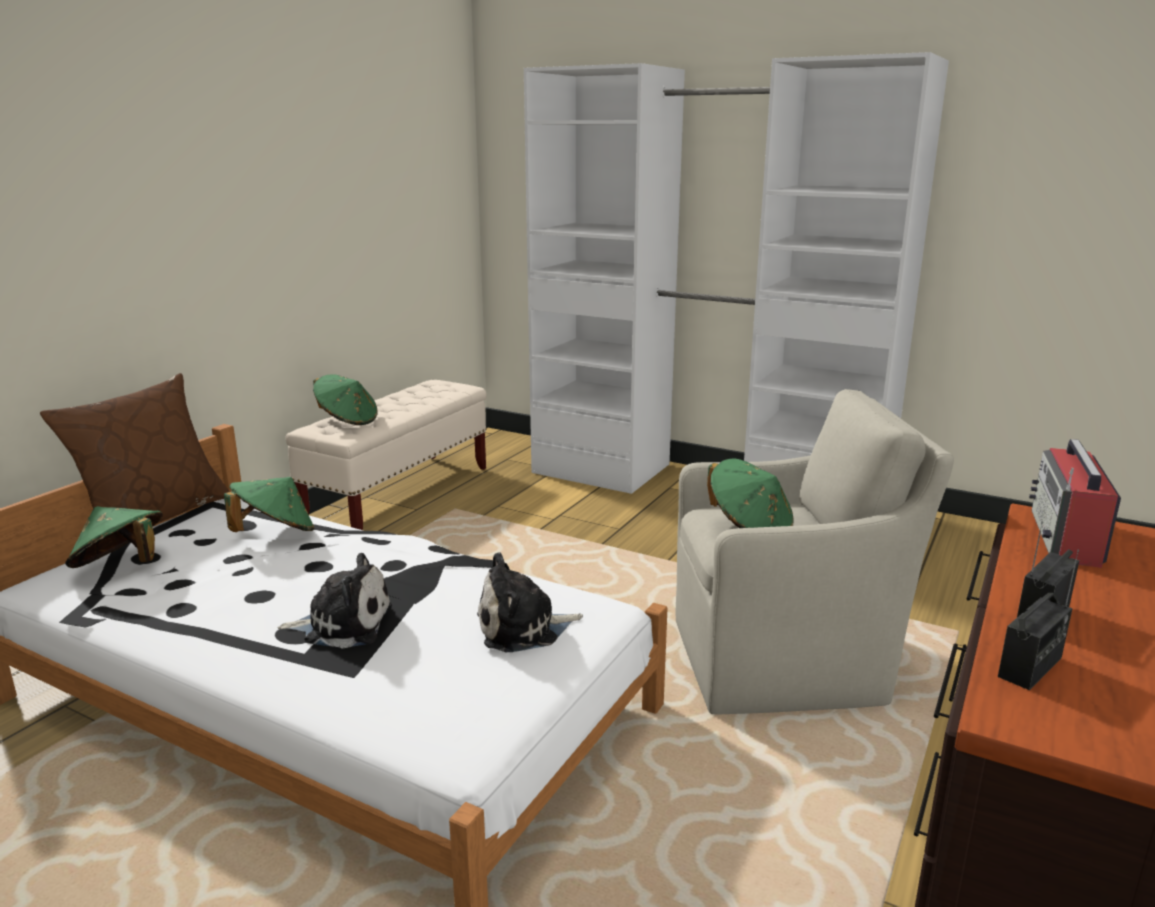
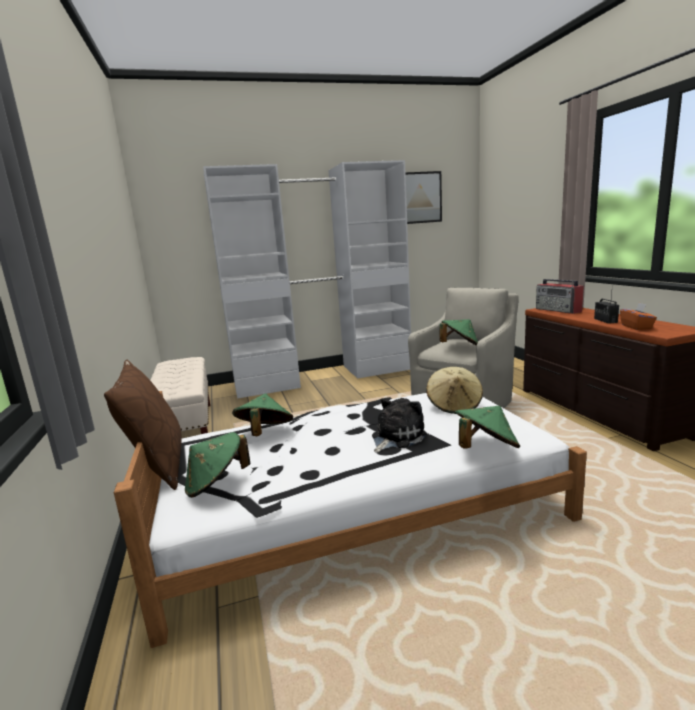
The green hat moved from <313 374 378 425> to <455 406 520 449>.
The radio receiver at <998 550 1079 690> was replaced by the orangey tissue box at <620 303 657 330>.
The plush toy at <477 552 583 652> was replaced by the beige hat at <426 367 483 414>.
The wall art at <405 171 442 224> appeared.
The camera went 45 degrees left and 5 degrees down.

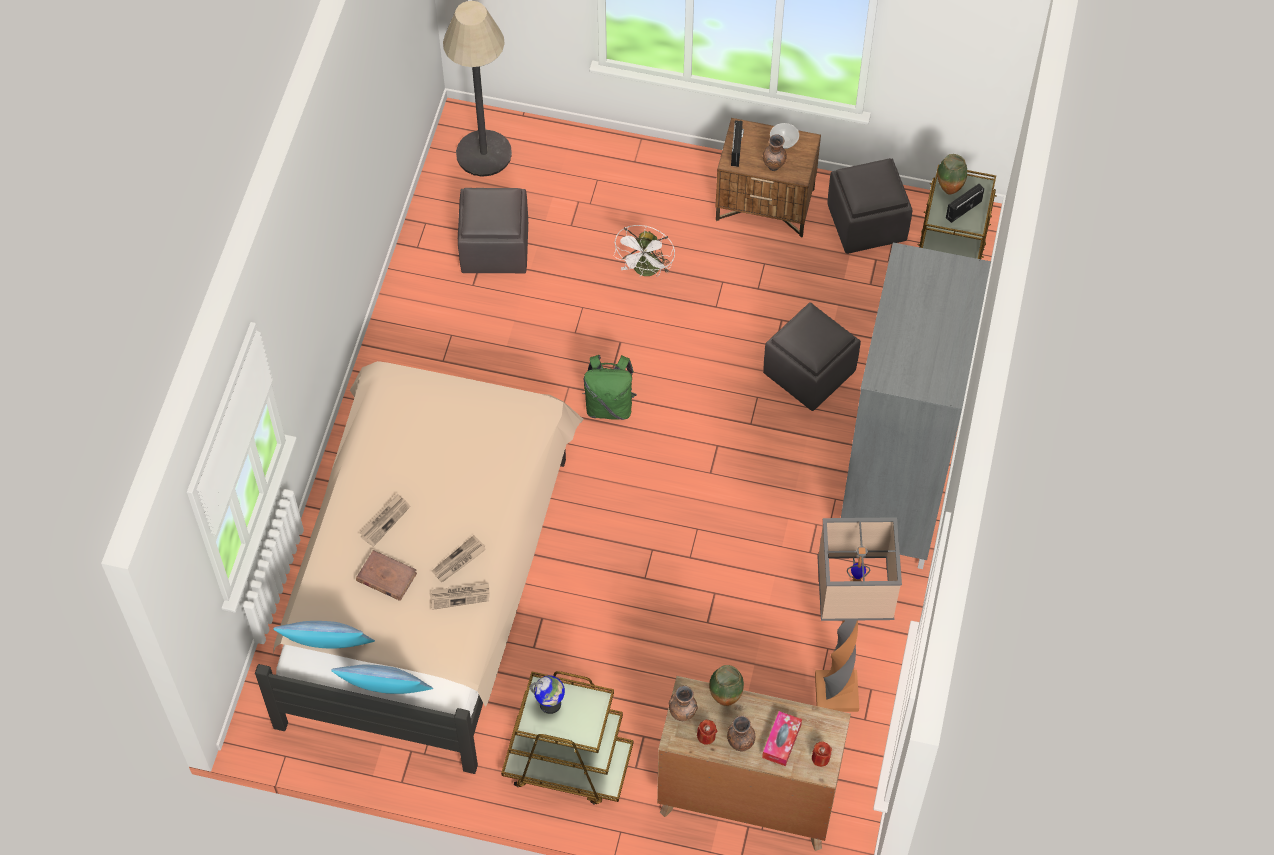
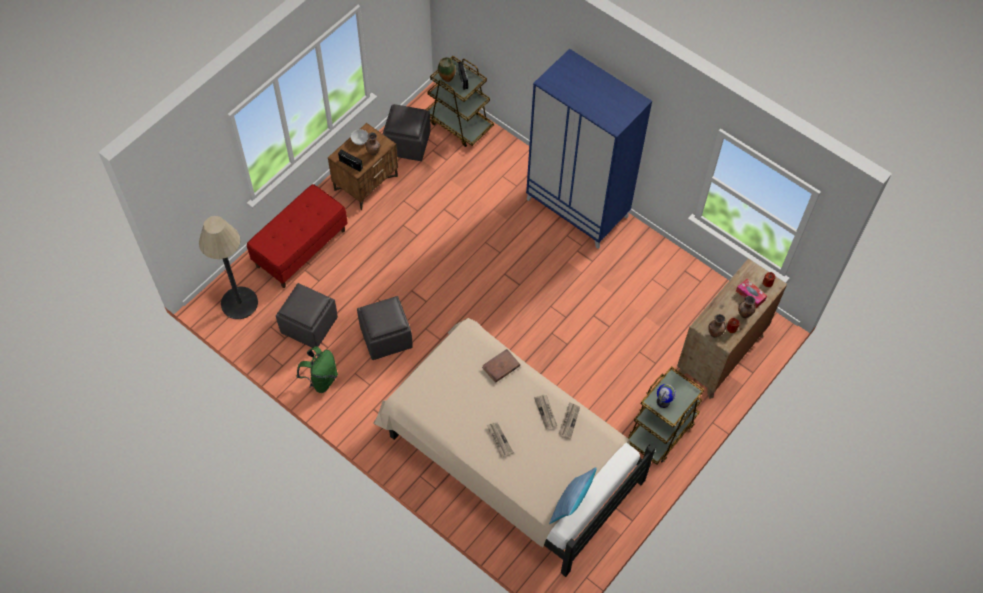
The whitish electric fan at <614 225 675 277> disappeared.
The greyish clothes cupboard at <841 242 991 569> became the blue clothes cupboard at <526 49 652 249>.
The greyish ottoman moved from <763 302 861 411> to <357 296 412 360>.
The green knapsack moved from <582 355 637 420> to <296 346 338 393>.
The standing lamp at <815 517 902 712> disappeared.
The brown-coloured bound book moved from <356 550 417 601> to <482 349 520 383>.
The throw pillow at <331 665 433 694> disappeared.
The flower vase at <709 665 744 706> disappeared.
The red long seat at <247 184 348 288> appeared.
The camera went 65 degrees left and 0 degrees up.

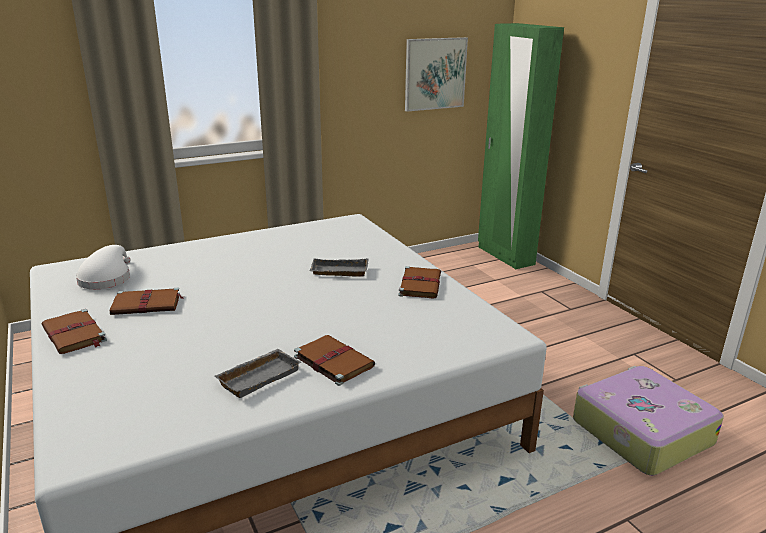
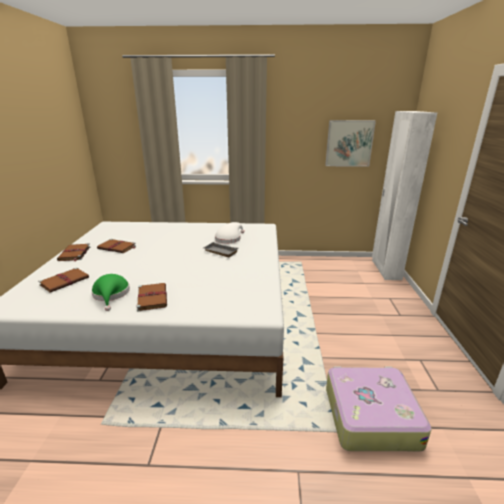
The green clothes cupboard at <478 23 564 269> became the whitish clothes cupboard at <372 111 437 280>.
The whitish hat moved from <76 245 130 289> to <215 222 244 244>.
The brown-coloured bound book moved from <398 266 441 299> to <38 267 89 293>.
The greyish serving tray at <215 349 301 398> was replaced by the green hat at <91 274 130 311>.
The camera went 30 degrees right and 0 degrees up.

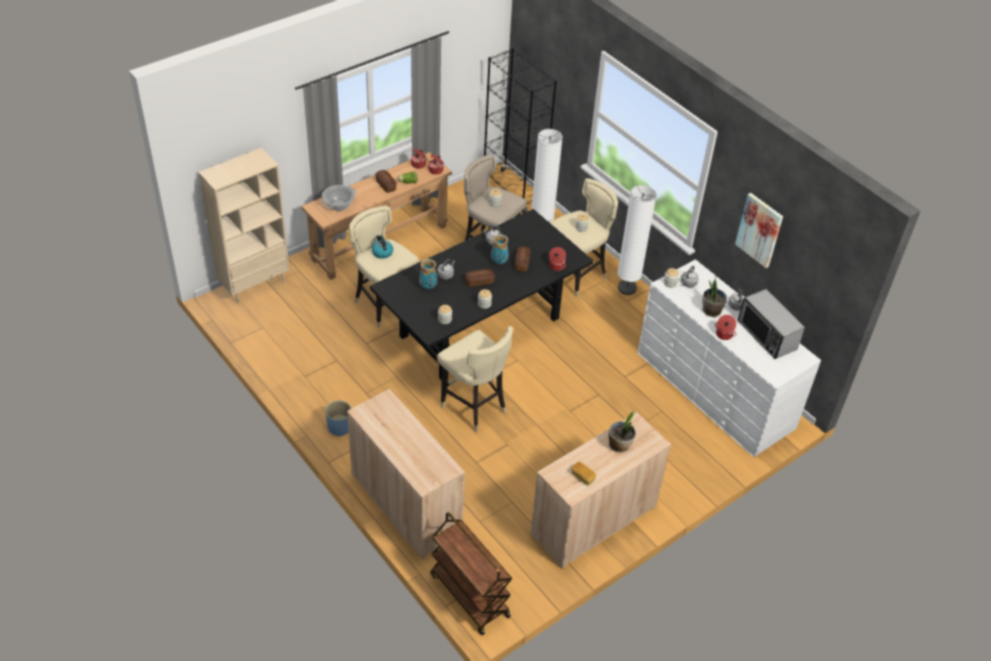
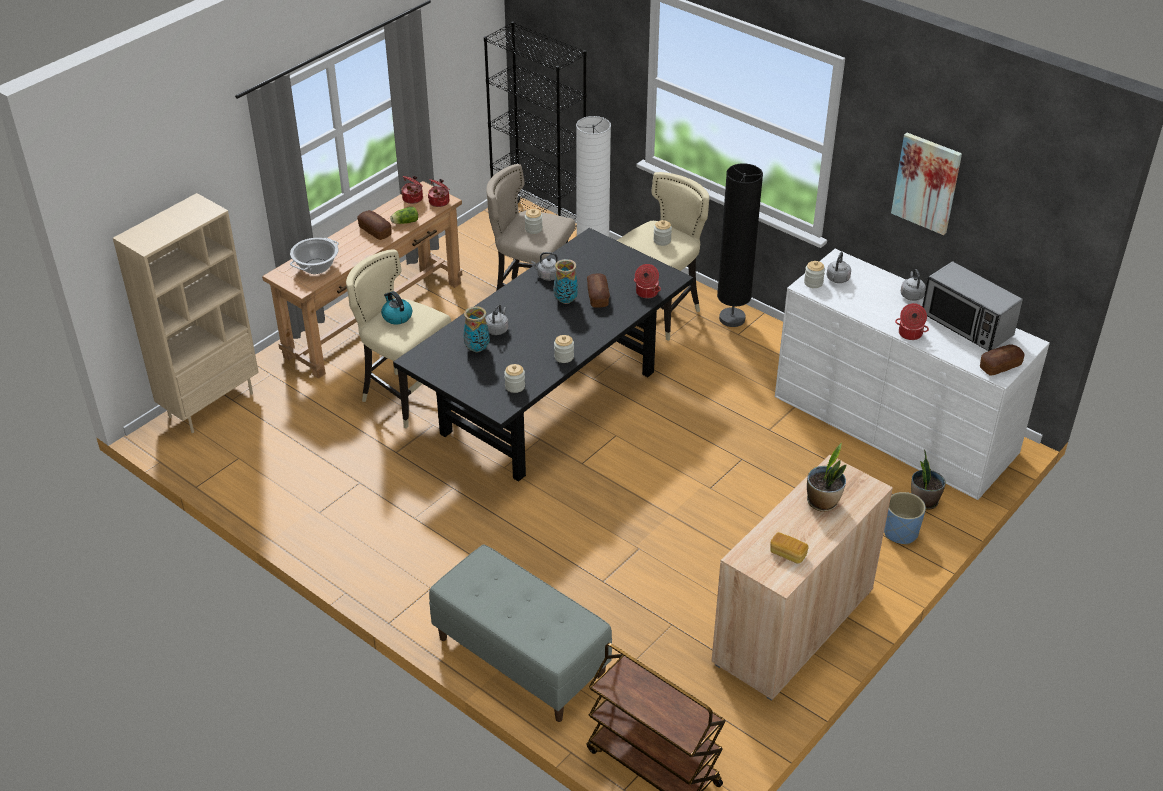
The whitish standing lamp at <617 185 657 295> became the black-coloured standing lamp at <717 163 763 327>.
The bread moved from <465 269 495 287> to <980 345 1024 376>.
The houseplant moved from <703 278 727 317> to <911 449 946 510>.
The beige stool at <437 326 513 432> disappeared.
The beige cabinet at <347 389 465 559> was replaced by the greyish long seat at <429 545 612 722>.
The blue planter moved from <325 400 352 437> to <884 492 926 544>.
The camera went 10 degrees left and 5 degrees down.

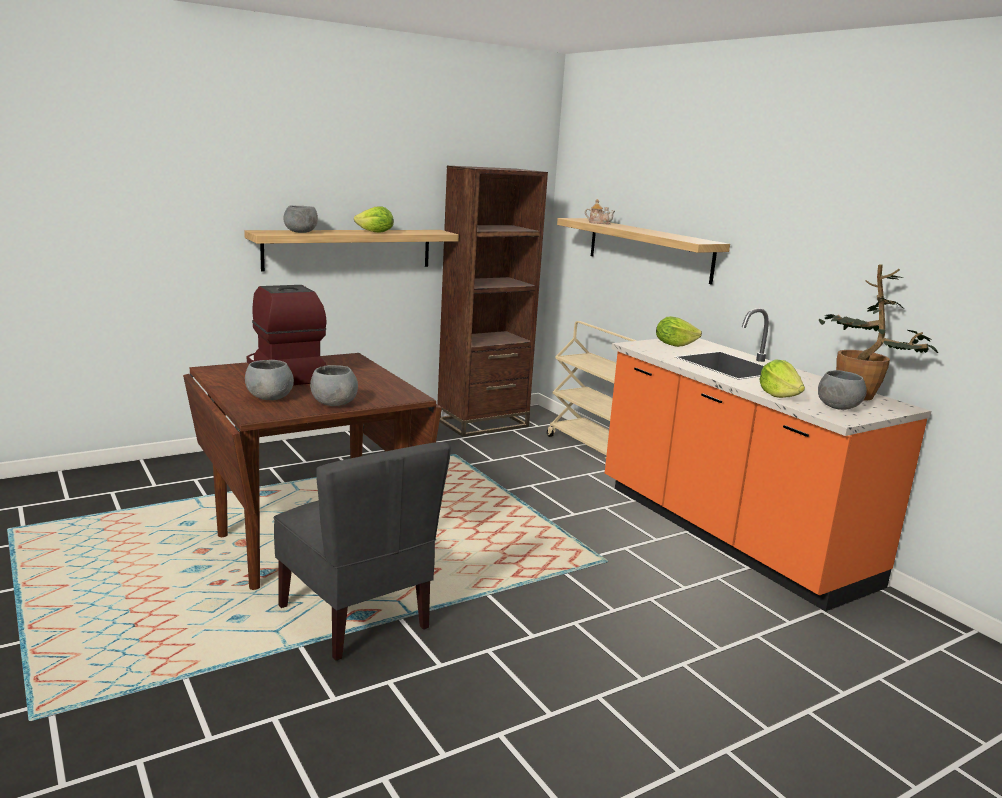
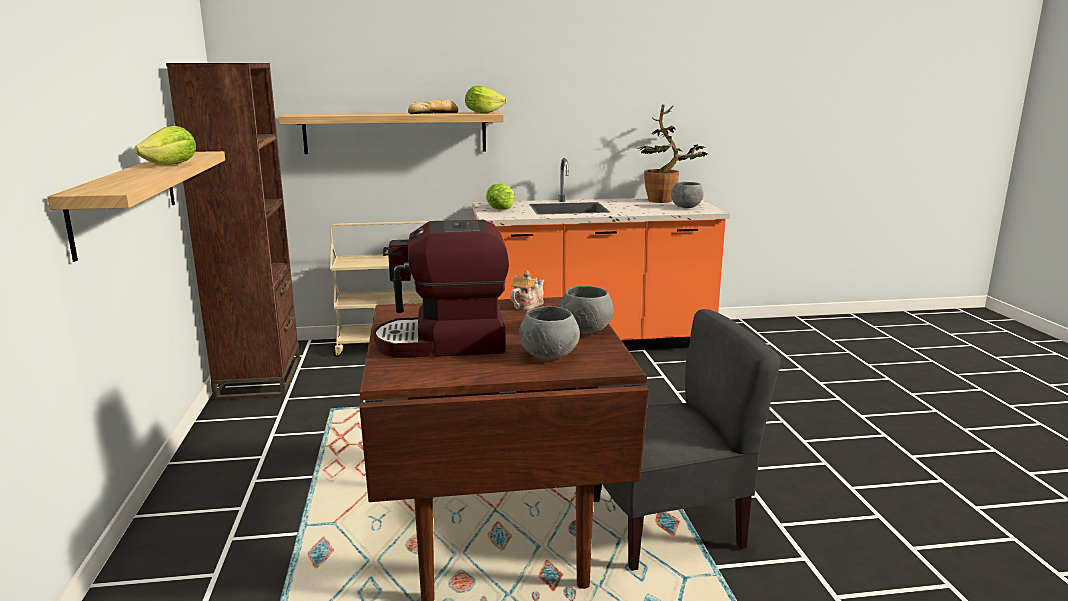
The tea pot moved from <585 199 615 224> to <510 271 544 310>.
The greyish serving bowl at <283 206 318 233> disappeared.
The lettuce moved from <759 359 805 398> to <465 86 507 114>.
The bread at <408 99 459 114> appeared.
The camera went 65 degrees left and 0 degrees up.

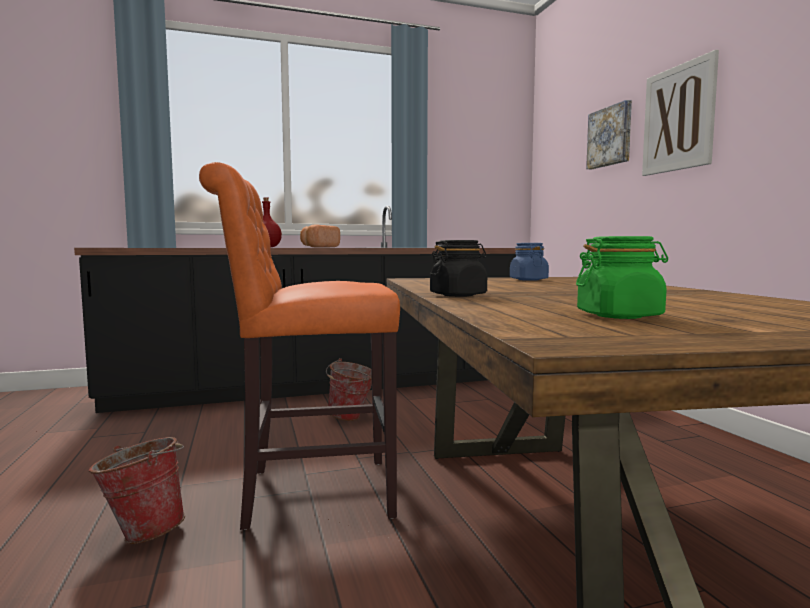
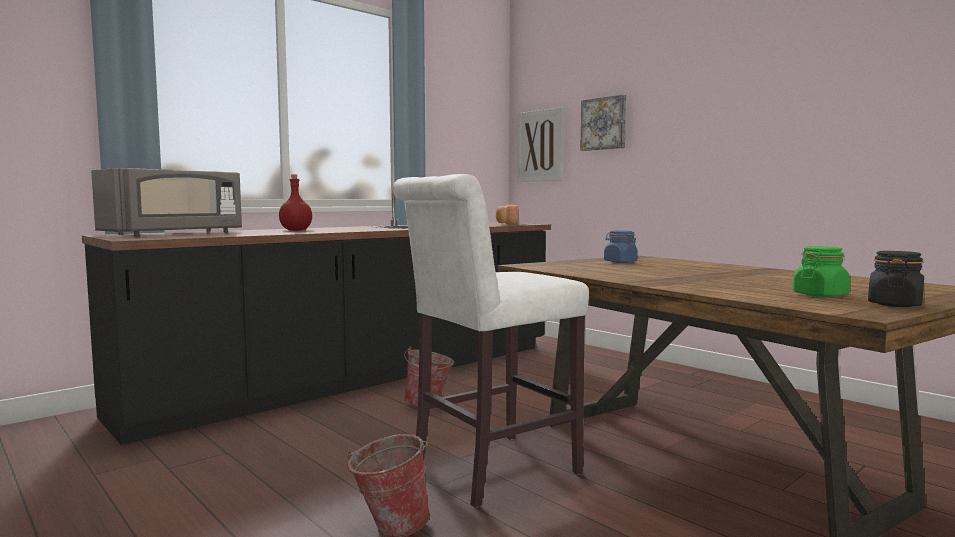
The wall art moved from <642 50 719 176> to <517 107 563 182>.
The orangey stool at <199 162 400 530> became the whitish stool at <393 174 589 507>.
The bread moved from <300 224 340 248> to <496 205 519 225>.
The black-coloured preserve jar moved from <430 240 487 297> to <868 251 924 307>.
The greyish kitchen microwave at <91 168 242 236> appeared.
The camera went 25 degrees left and 0 degrees up.

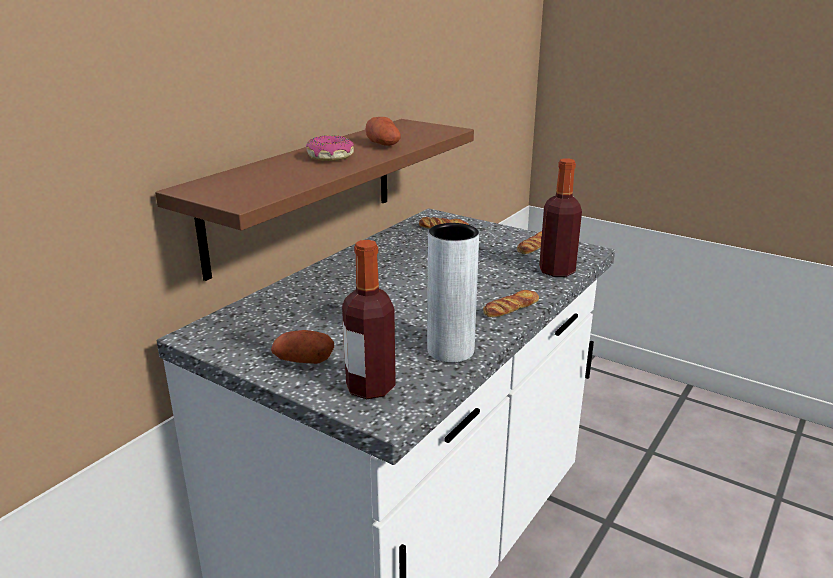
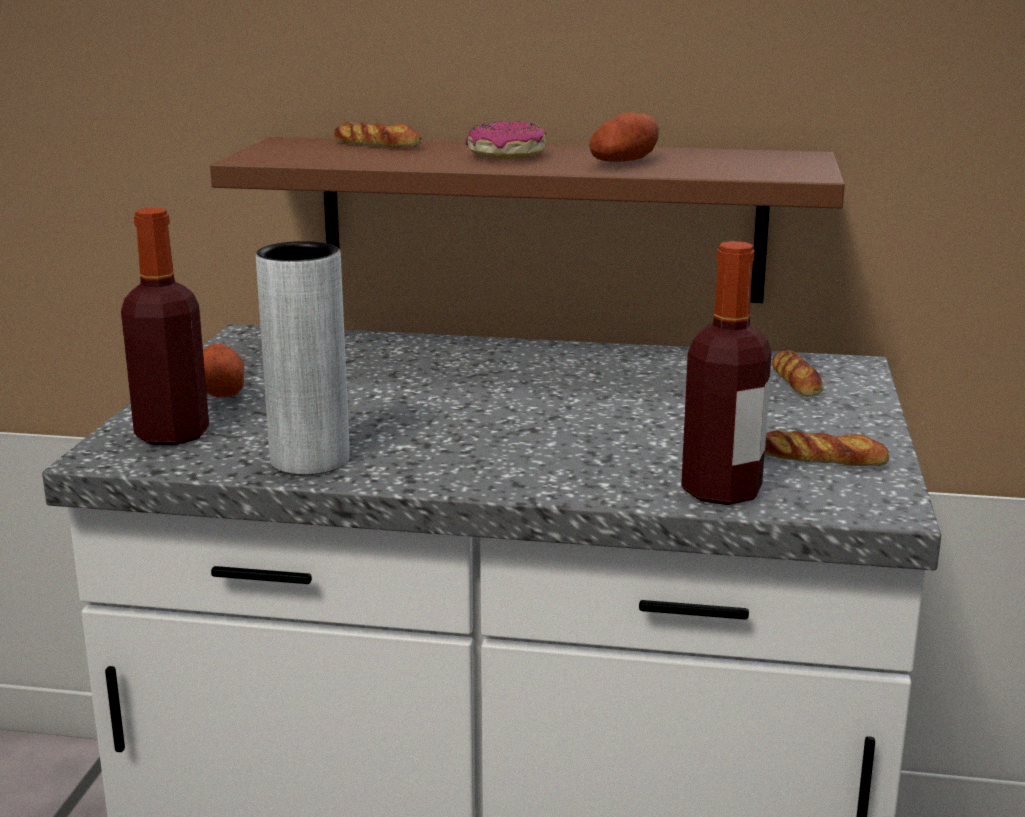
The bread moved from <483 290 539 317> to <334 122 423 148>.
The camera went 65 degrees right and 5 degrees down.

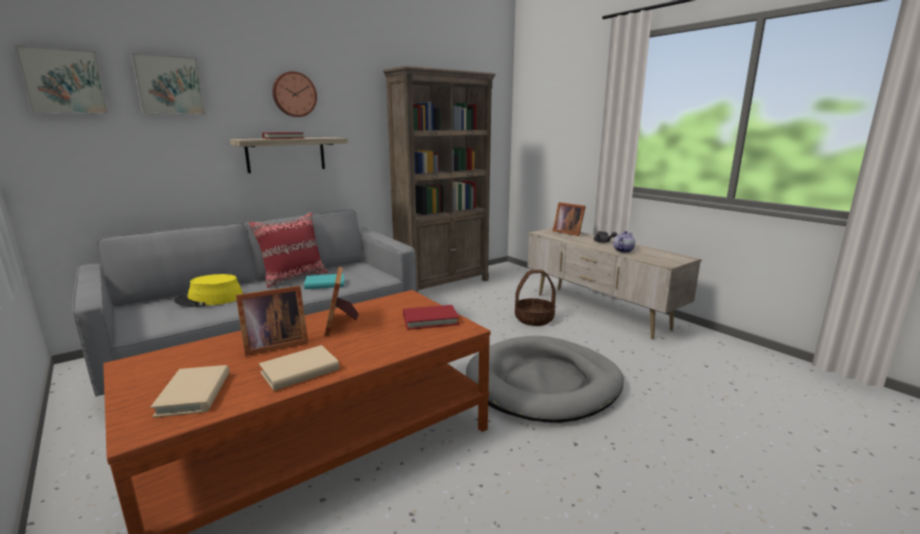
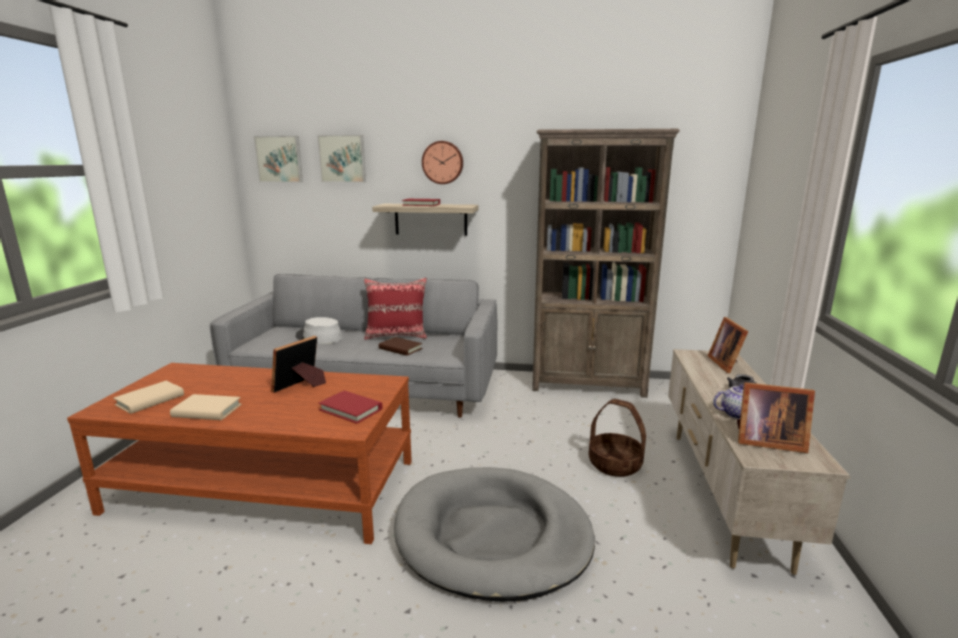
The yellowish hat at <174 274 243 307> became the greyish hat at <296 317 343 344>.
The turquoise bound book at <304 274 345 289> became the brown-coloured bound book at <379 337 422 356>.
The standing frame moved from <236 286 309 356> to <737 382 815 453>.
The camera went 45 degrees right and 0 degrees up.

